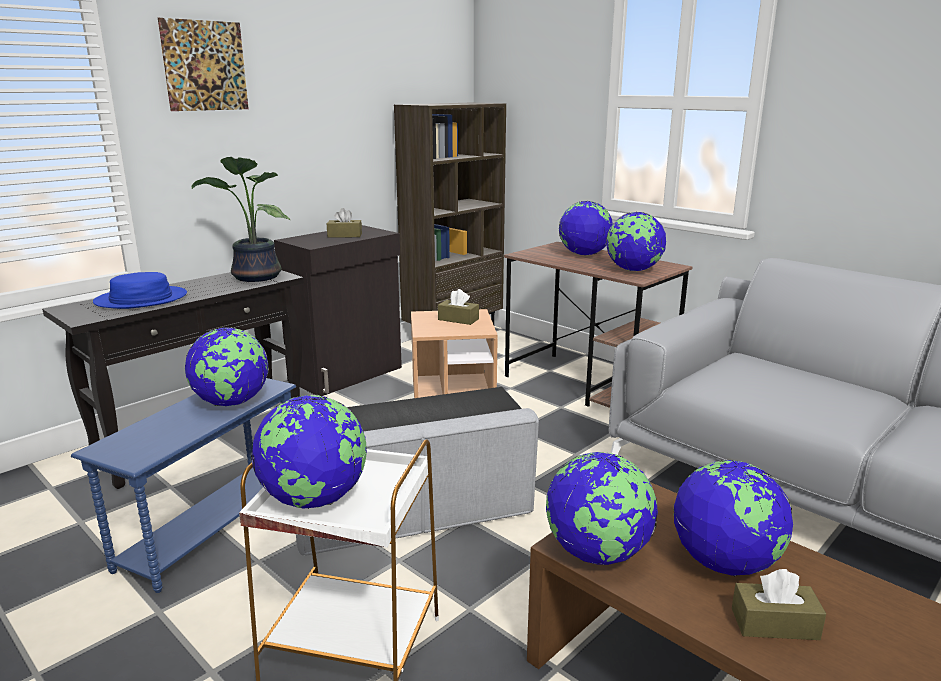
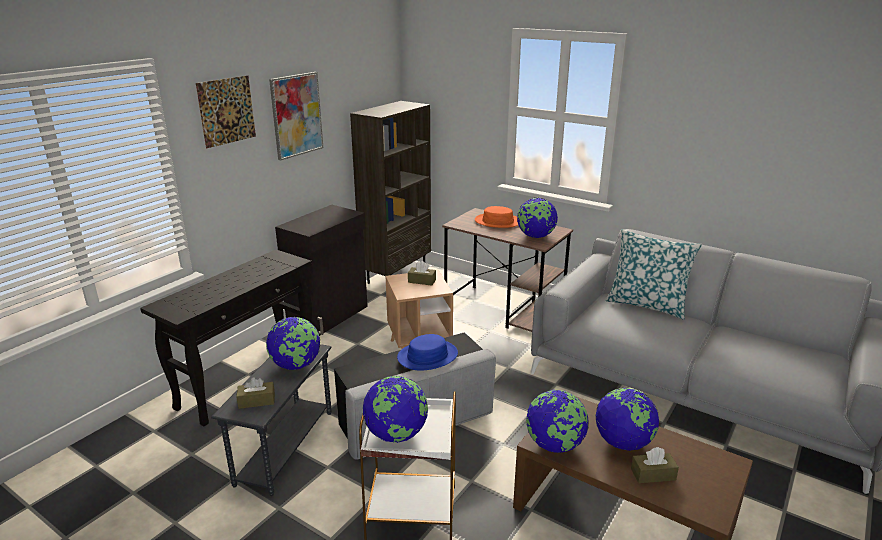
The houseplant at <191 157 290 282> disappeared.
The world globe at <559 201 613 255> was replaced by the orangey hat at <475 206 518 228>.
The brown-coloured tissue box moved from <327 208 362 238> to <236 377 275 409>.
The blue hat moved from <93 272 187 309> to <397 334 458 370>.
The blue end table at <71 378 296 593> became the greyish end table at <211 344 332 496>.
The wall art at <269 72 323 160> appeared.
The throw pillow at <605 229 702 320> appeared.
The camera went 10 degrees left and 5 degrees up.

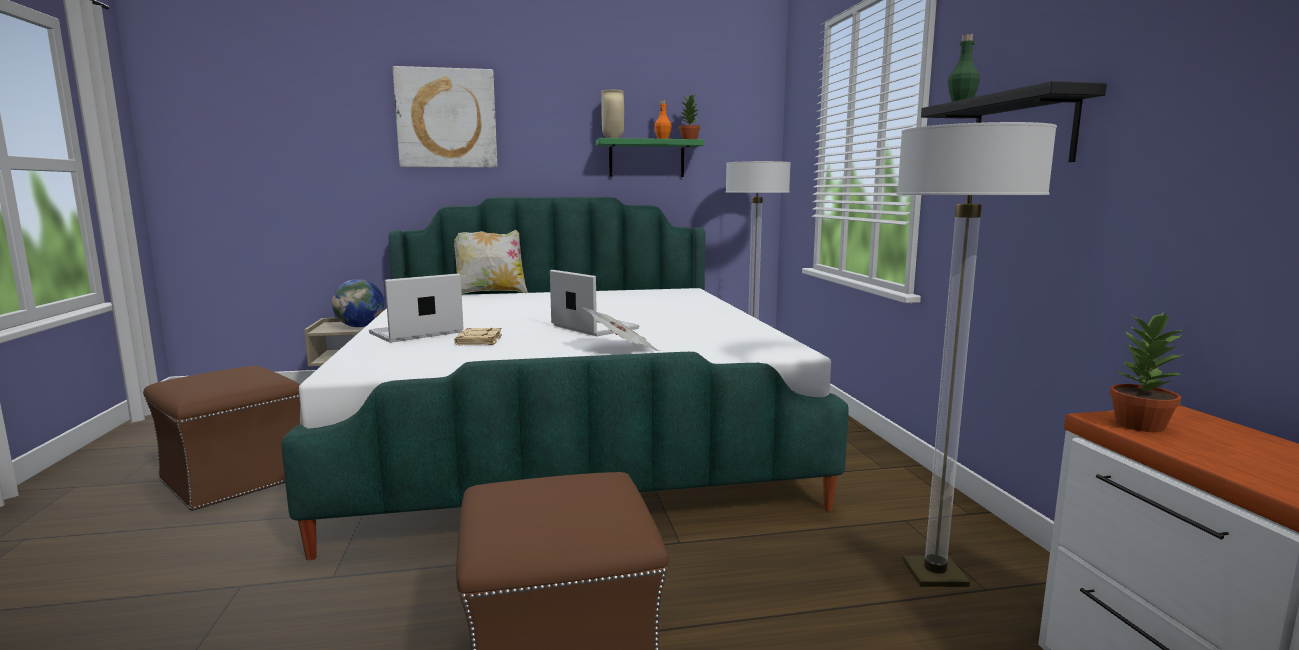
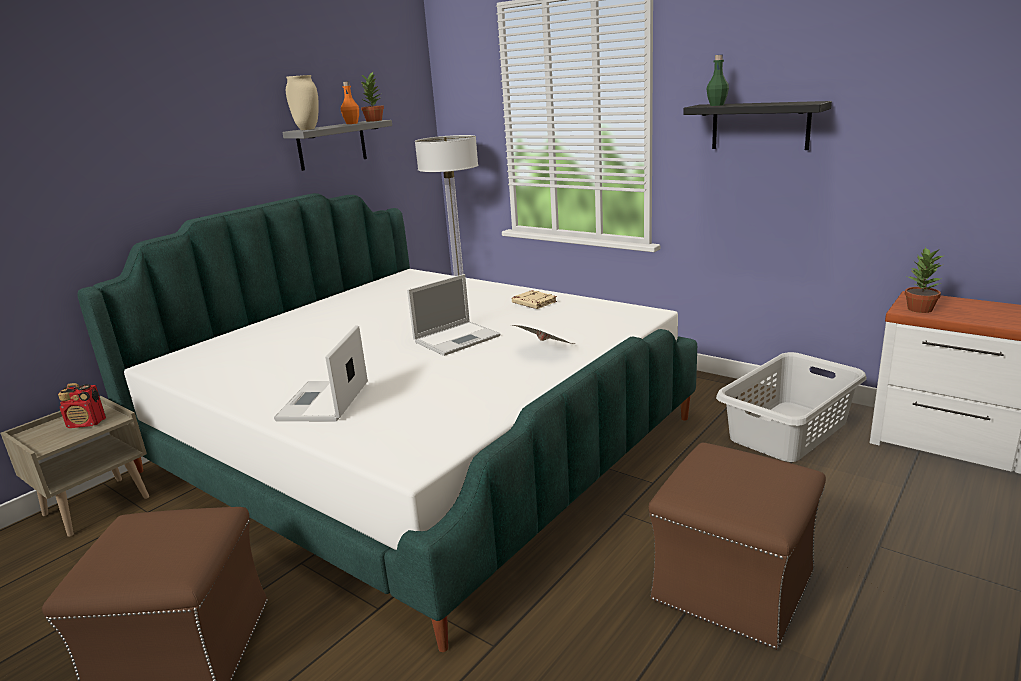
The wall art at <393 66 497 168> disappeared.
The standing lamp at <897 122 1057 587> was replaced by the greyish washing basket at <716 352 867 462>.
The green wall shelf at <596 138 704 177> became the greyish wall shelf at <282 120 392 171>.
The throw pillow at <454 230 528 294> disappeared.
The laptop at <550 270 639 336> turned 135 degrees clockwise.
The world globe at <332 279 384 327> was replaced by the radio receiver at <58 383 106 428>.
The beige bound book moved from <454 328 502 345> to <512 290 557 309>.
The camera went 40 degrees left and 10 degrees up.

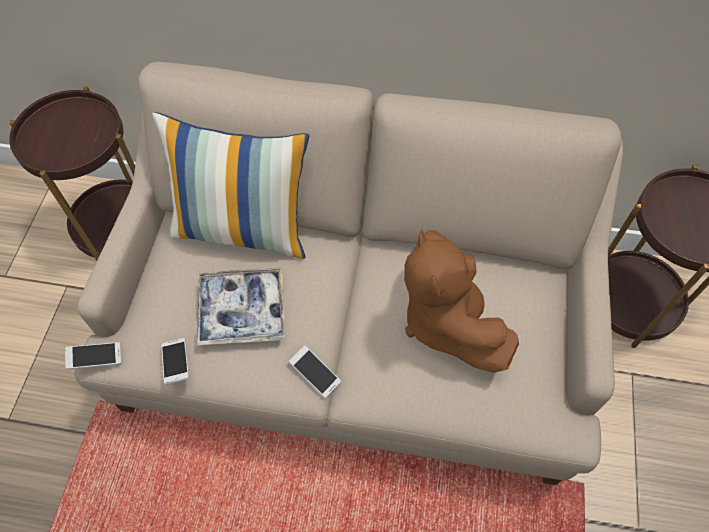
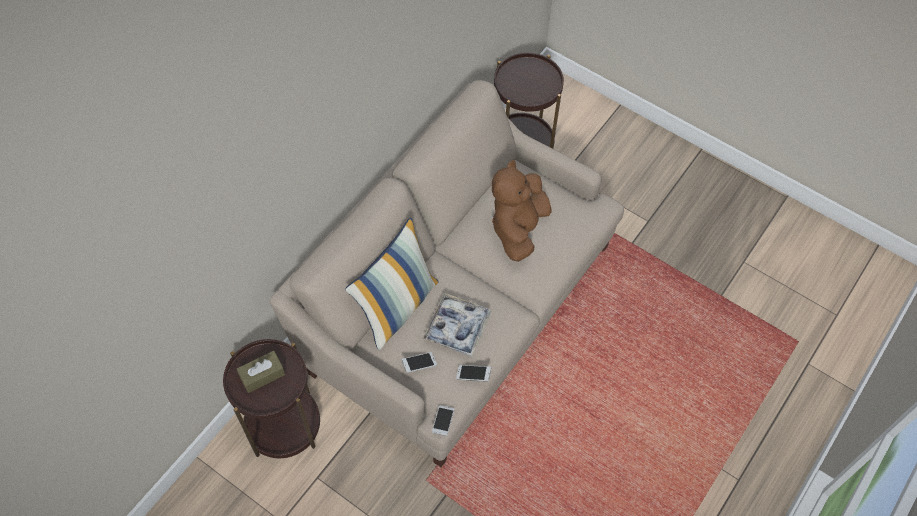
The brown-coloured plush toy at <404 229 519 373> turned 105 degrees clockwise.
The handset moved from <288 345 341 398> to <402 352 437 373>.
The brown-coloured tissue box at <237 351 285 393> appeared.
The camera went 65 degrees left and 0 degrees up.

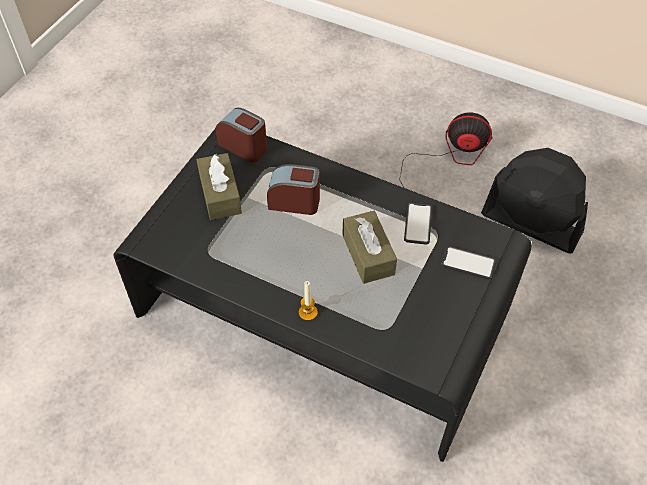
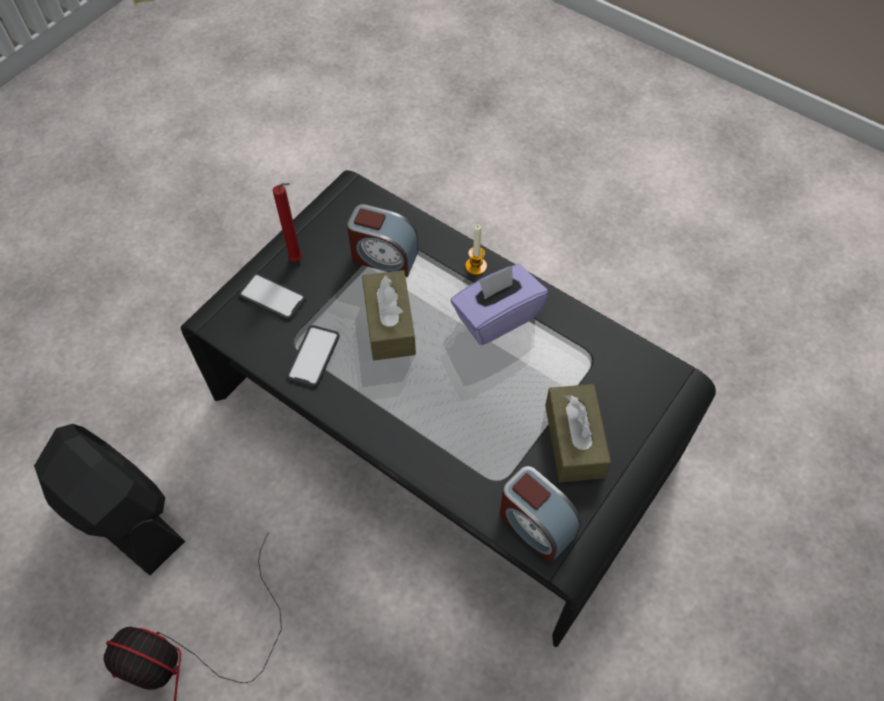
The alarm clock moved from <267 164 320 215> to <347 204 418 277>.
The red wax candle at <273 183 302 262> appeared.
The purple-coloured tissue box at <451 264 548 345> appeared.
The camera went 170 degrees left and 5 degrees up.

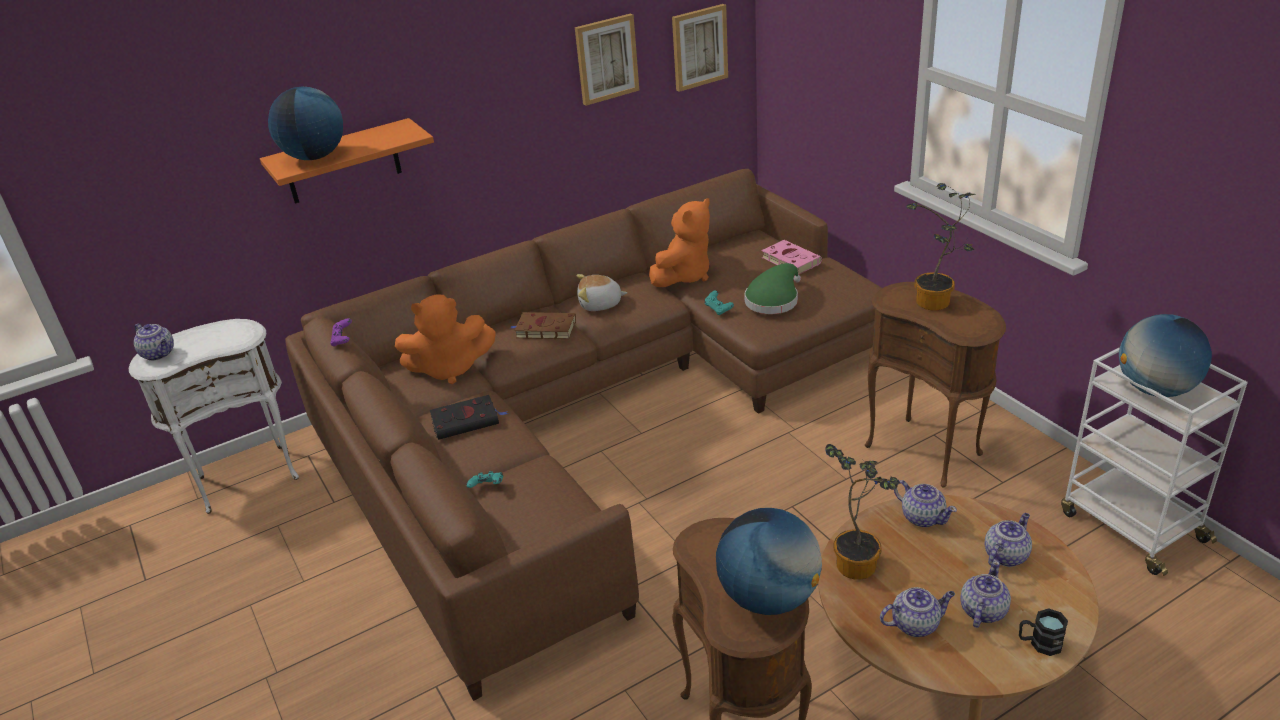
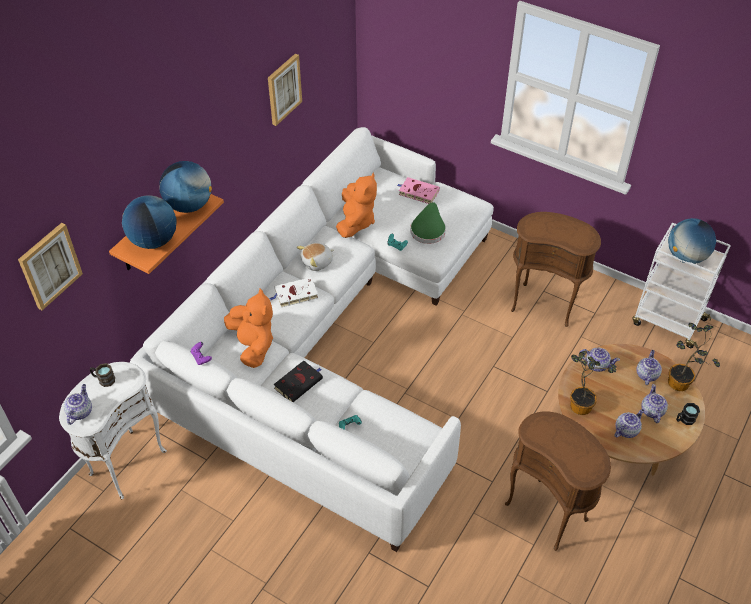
The wall art moved from <672 4 728 92> to <18 223 83 310>.
The brown-coloured sofa at <285 169 882 701> became the whitish sofa at <130 127 494 552>.
The houseplant moved from <906 183 976 311> to <668 323 720 391>.
The orangey plush toy at <395 294 496 384> turned 75 degrees counterclockwise.
The brown-coloured bound book at <509 312 576 339> became the whitish bound book at <270 277 318 308>.
The tea pot at <134 323 174 361> turned 90 degrees counterclockwise.
The world globe moved from <716 508 822 615> to <159 161 212 213>.
The brown-coloured coffee mug at <90 363 115 387> appeared.
The camera went 30 degrees left and 15 degrees up.

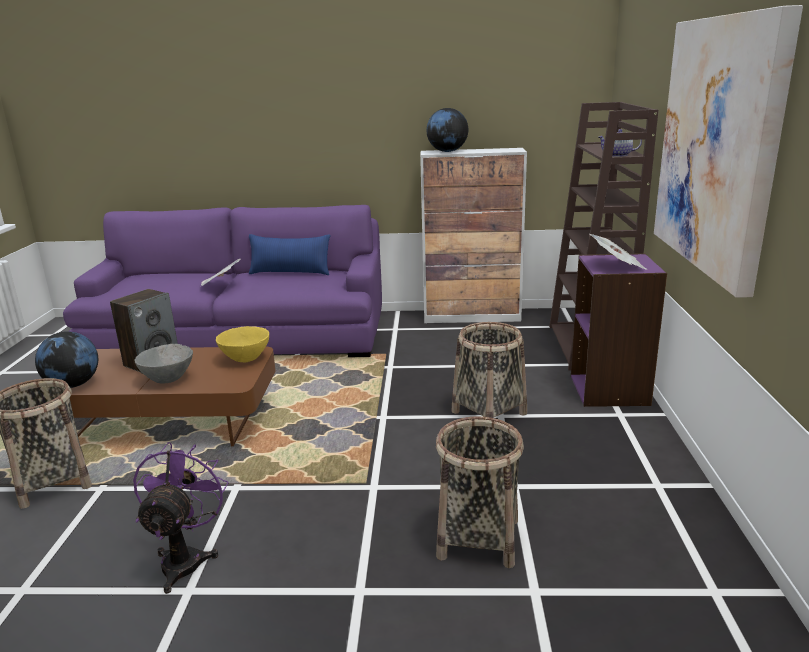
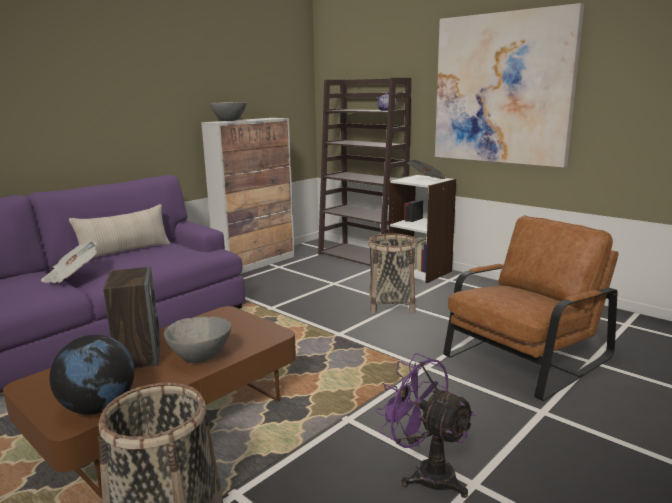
The world globe at <426 108 468 152> was replaced by the greyish serving bowl at <210 102 247 121>.
The blue throw pillow at <249 234 330 275> became the beige throw pillow at <69 204 170 258>.
The purple-coloured shelving unit at <571 253 667 407> became the whitish shelving unit at <388 175 456 283>.
The yellowish serving bowl at <216 326 269 363> disappeared.
The household basket at <436 417 524 568> was replaced by the brown-coloured lounge chair at <443 215 619 401>.
The camera went 50 degrees left and 5 degrees down.

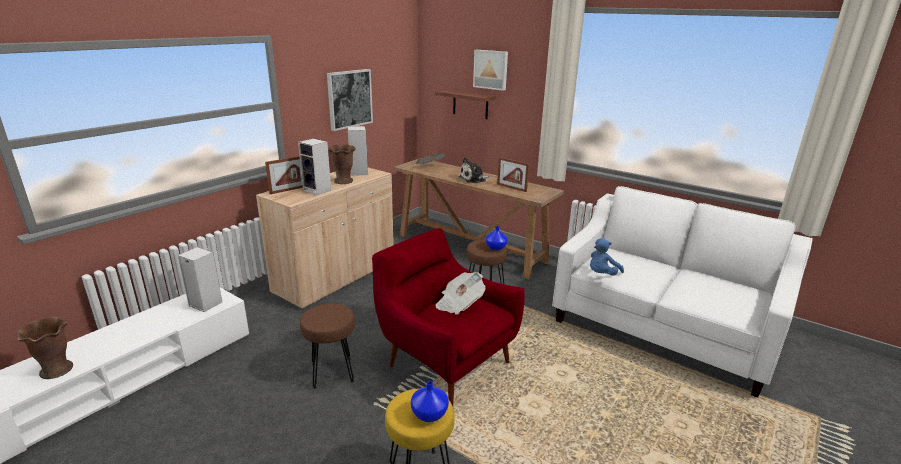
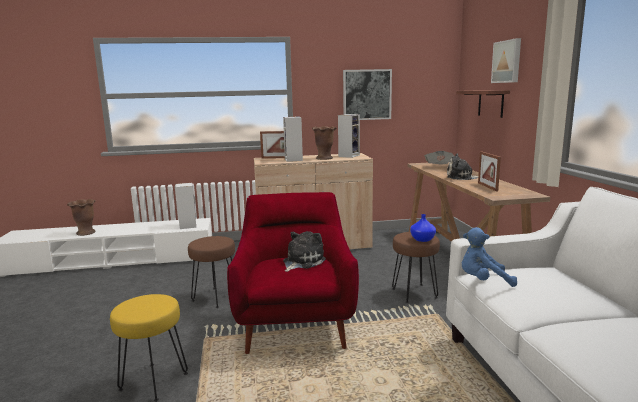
The newspaper at <435 272 486 315> was replaced by the plush toy at <283 231 326 272>.
The blue flower vase at <411 381 449 422> disappeared.
The camera went 45 degrees right and 10 degrees down.

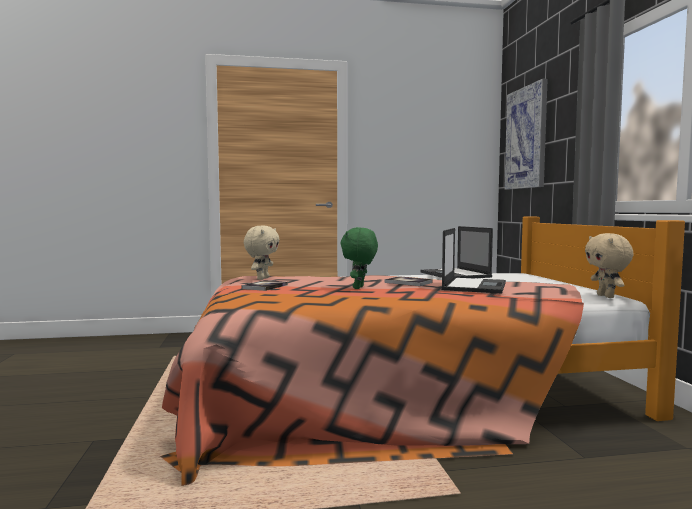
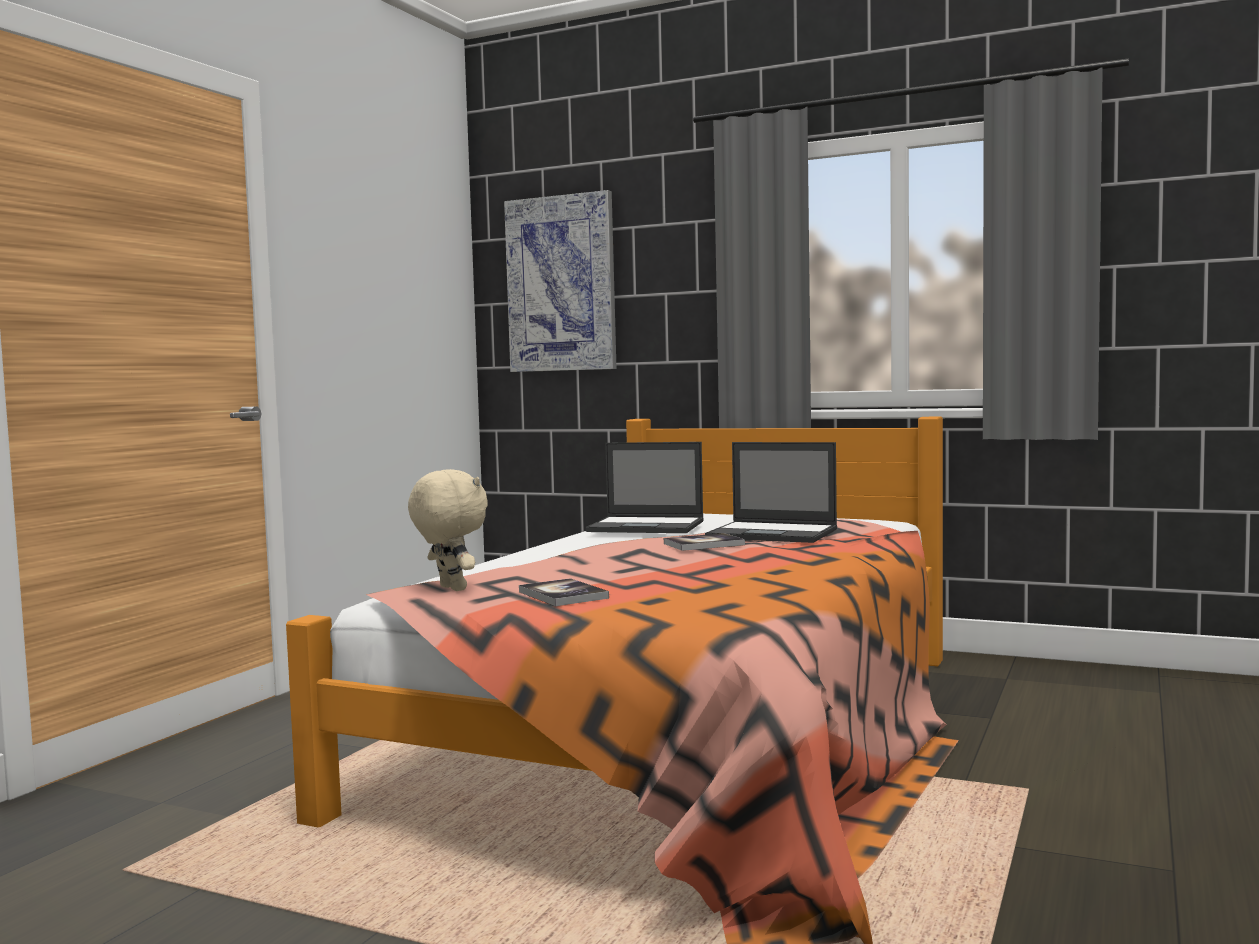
The green plush toy at <341 227 378 289> disappeared.
The laptop at <441 228 506 294> turned 150 degrees clockwise.
The beige plush toy at <585 233 634 298> disappeared.
The camera went 55 degrees left and 0 degrees up.

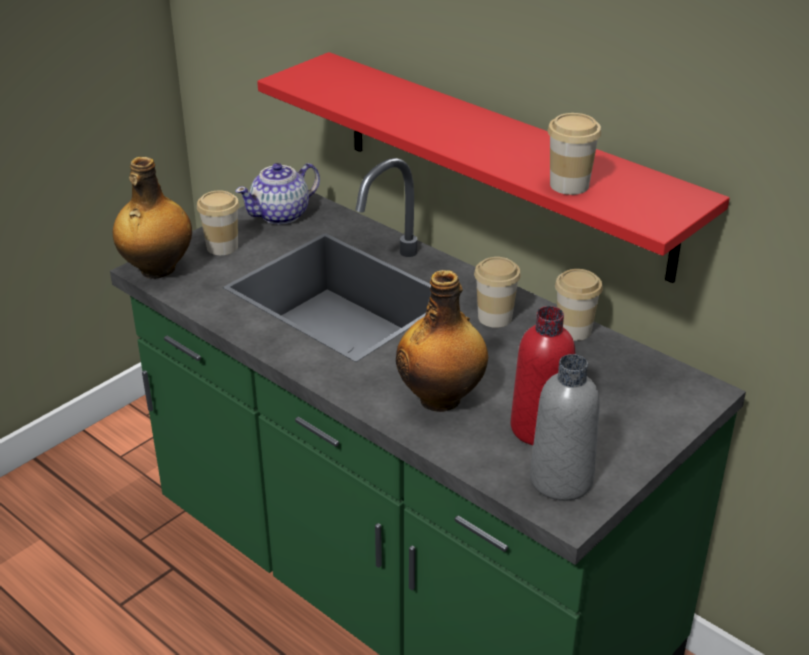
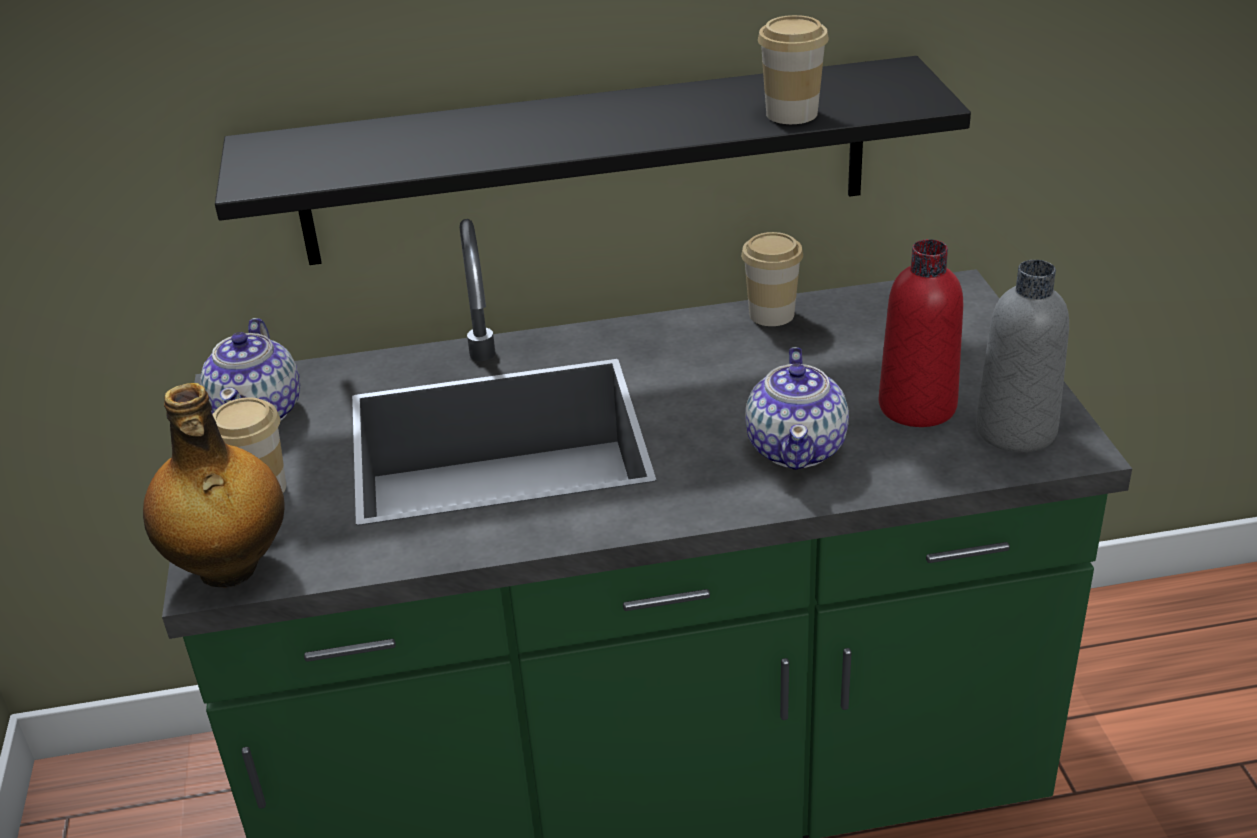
The red wall shelf at <257 52 730 283> became the black-coloured wall shelf at <215 56 971 265>.
The small cup at <474 257 521 328> disappeared.
The bottle at <396 270 488 412> was replaced by the tea pot at <745 347 849 470>.
The camera went 50 degrees left and 0 degrees up.

